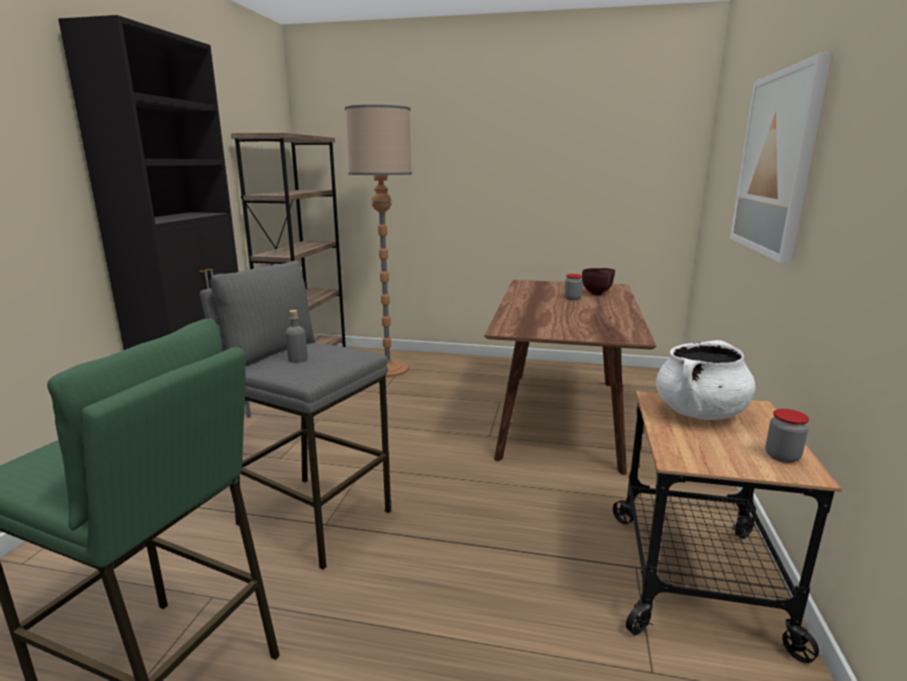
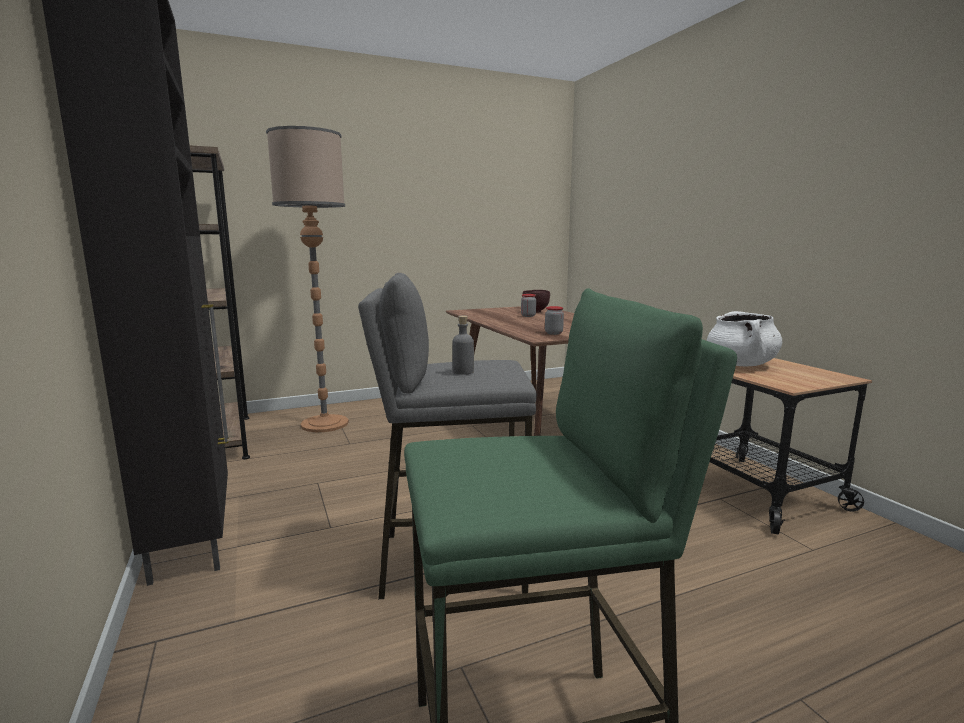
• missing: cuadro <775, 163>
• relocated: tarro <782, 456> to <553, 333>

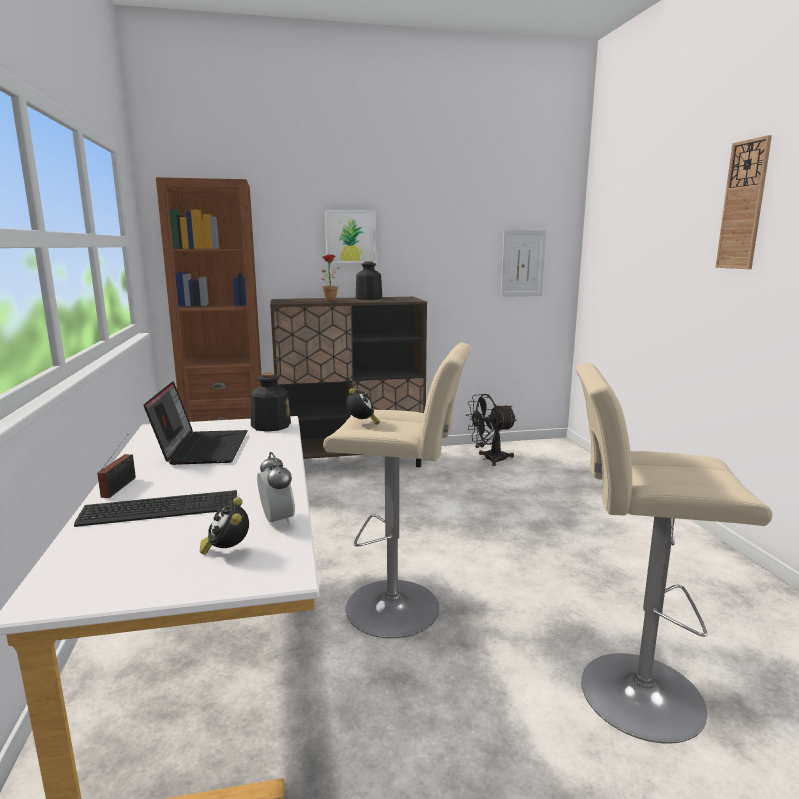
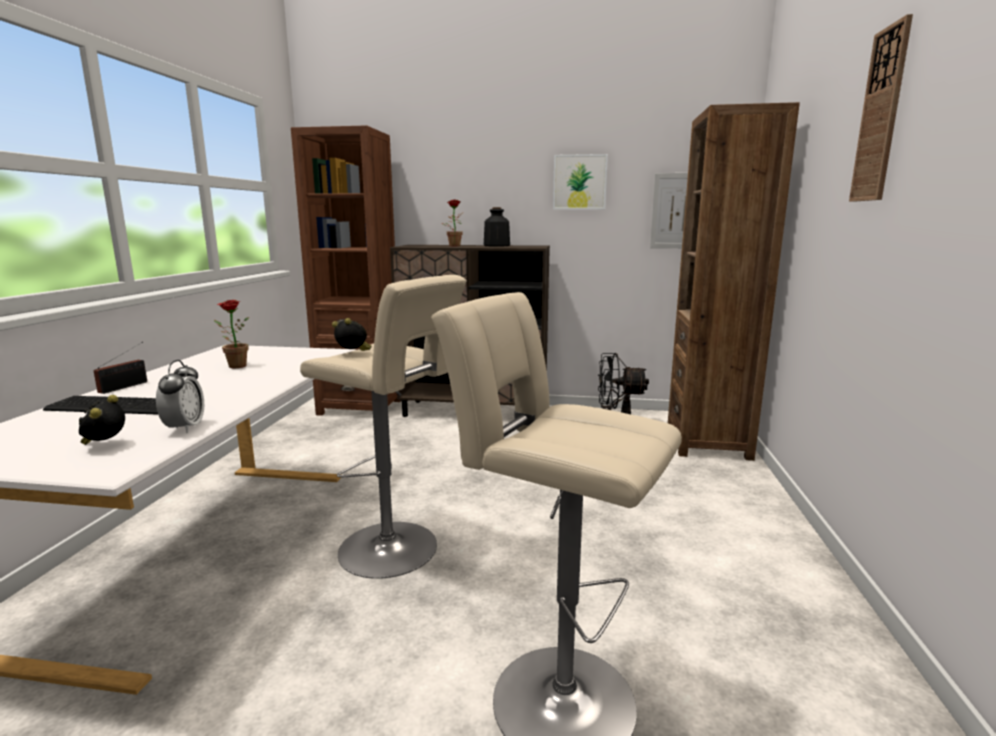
• exchanged: portátil <202, 448> to planta en maceta <234, 366>
• missing: botella <270, 426>
• relocated: cuadro <351, 237> to <579, 182>
• spun: despertador <362, 423> = <353, 353> 90 degrees counterclockwise
• appeared: estantería (marrón) <708, 442>

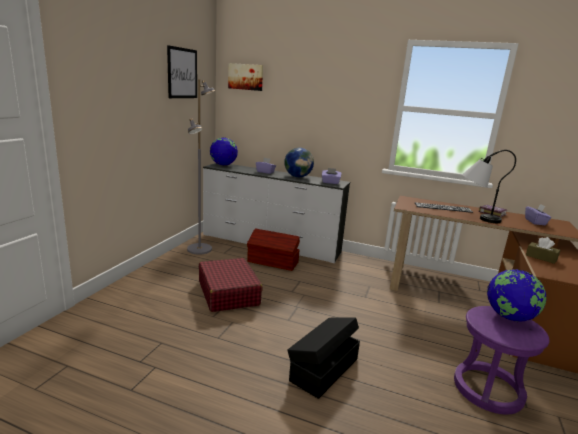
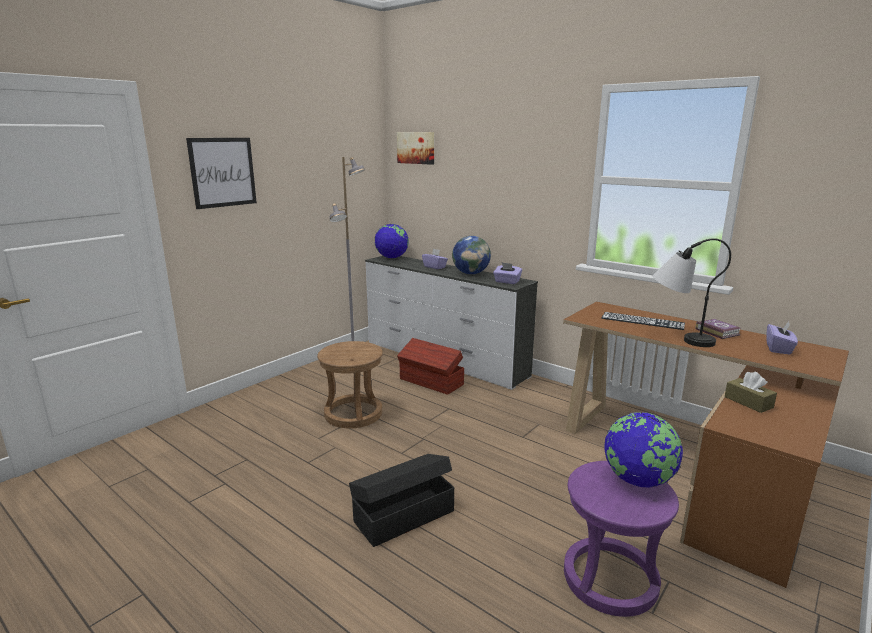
• relocated: cuadro <182, 73> to <223, 172>
• exchanged: maleta (rojo) <228, 293> to taburete (marrón) <353, 413>

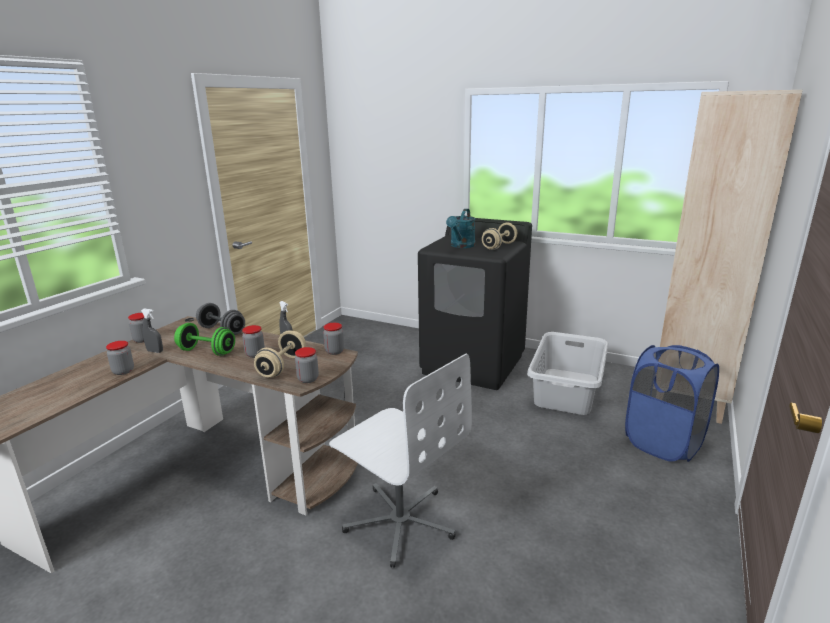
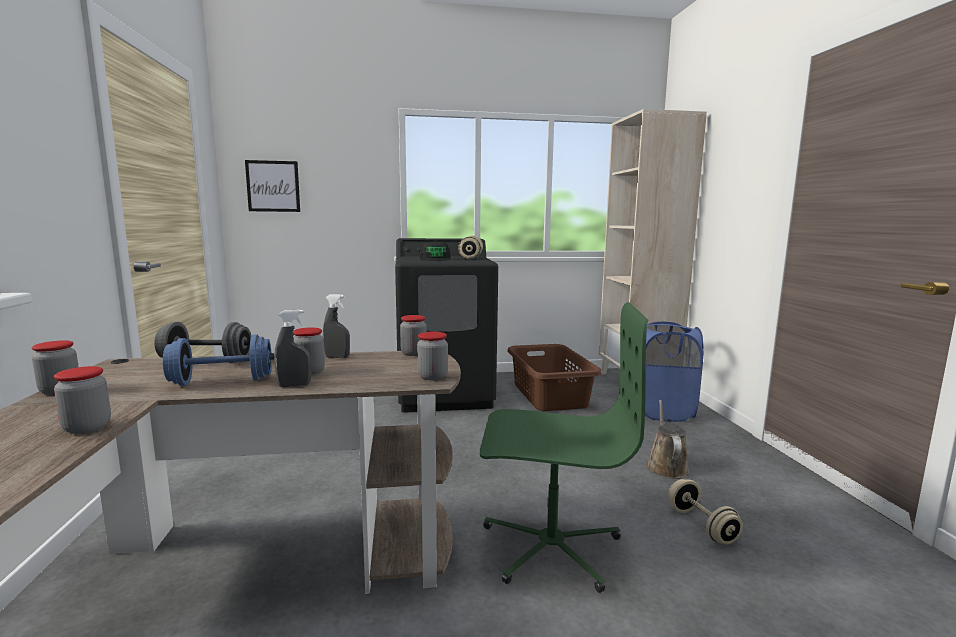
• relocated: pulverizador (gris) <155, 351> to <294, 385>
• colour: mancuerna (verde) <207, 351> to mancuerna (azul) <222, 381>
• relocated: mancuerna (beis) <282, 366> to <701, 526>
• colour: silla de oficina (blanco) <400, 521> to silla de oficina (verde) <550, 545>
• exchanged: regadera (turquesa) <461, 246> to gorra (negro) <435, 259>
• colour: cesto de la ropa (gris) <567, 390> to cesto de la ropa (marrón) <550, 395>
• appeared: cuadro <273, 186>
• appeared: regadera (marrón) <666, 466>

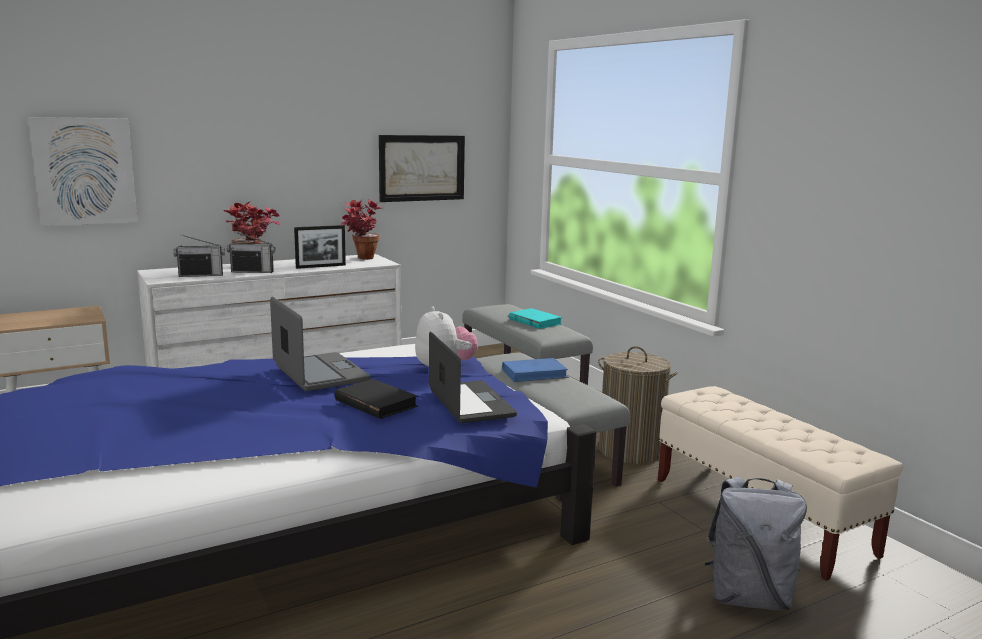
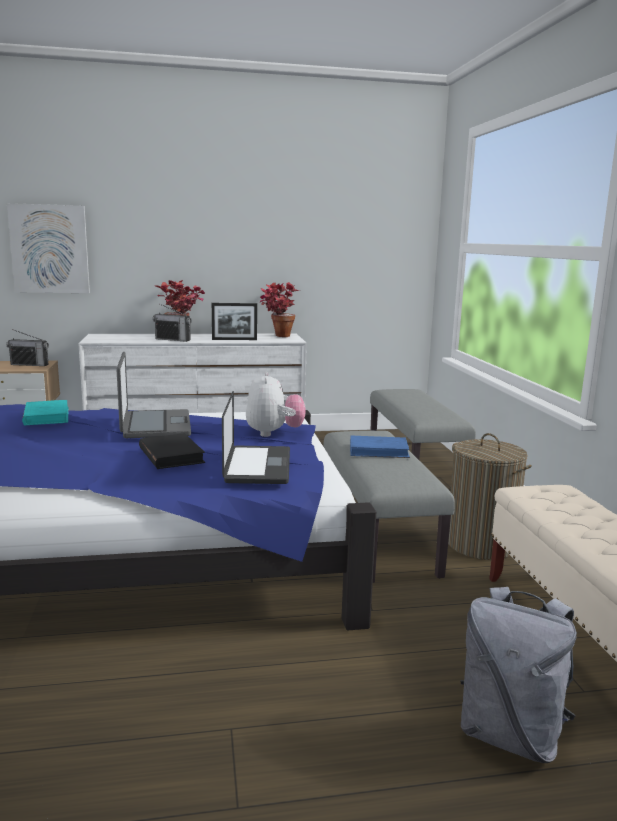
• relocated: radio <201, 275> to <29, 365>
• missing: cuadro <421, 168>
• relocated: libro (turquesa) <535, 321> to <46, 416>

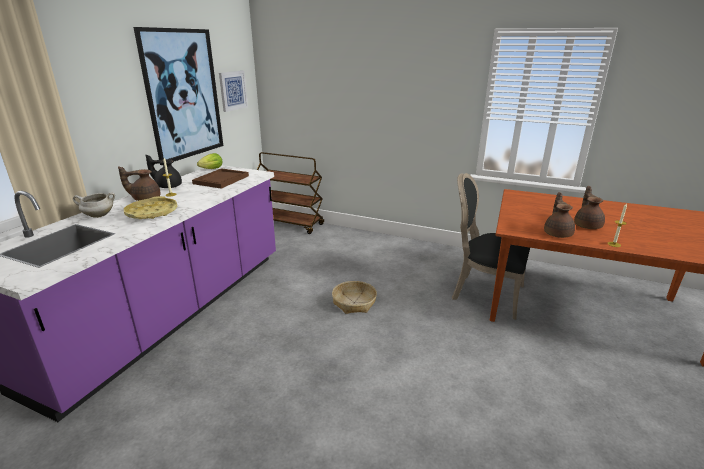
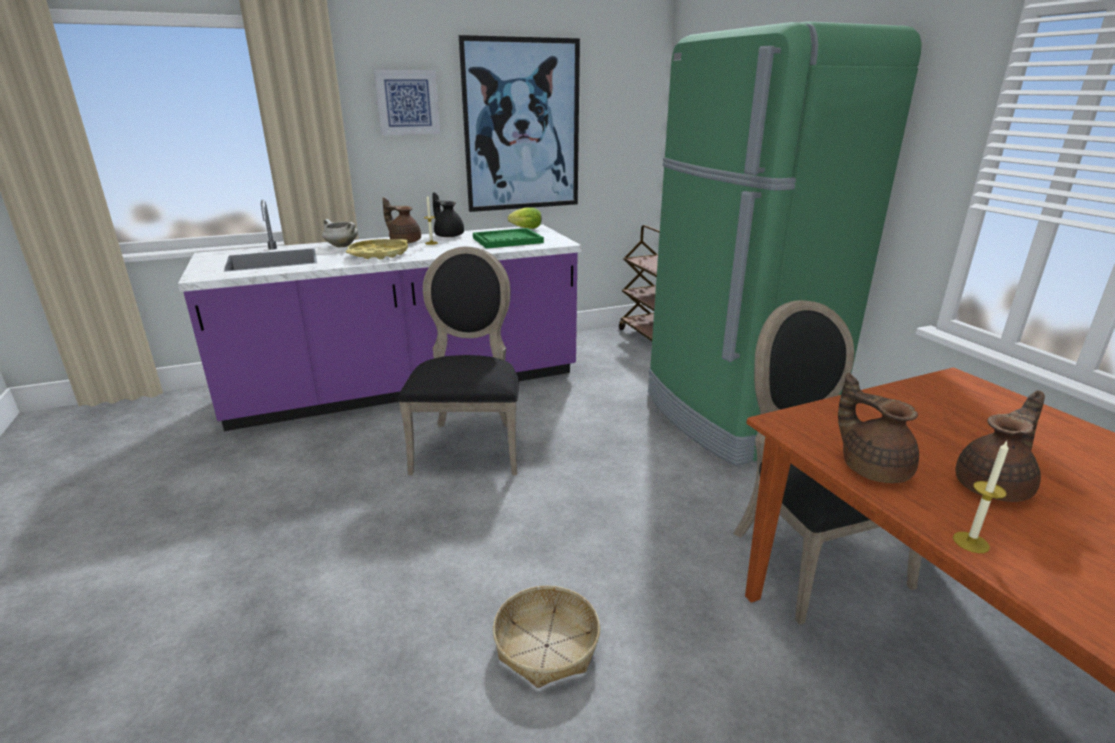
• colour: bandeja (marrón) <221, 180> to bandeja (verde) <507, 240>
• relocated: cuadro <232, 90> to <407, 102>
• relocated: cesta <354, 302> to <546, 645>
• spun: tetera (marrón) <557, 233> = <872, 468> 90 degrees counterclockwise
• appeared: silla (negro) <469, 445>
• appeared: nevera (verde) <732, 417>

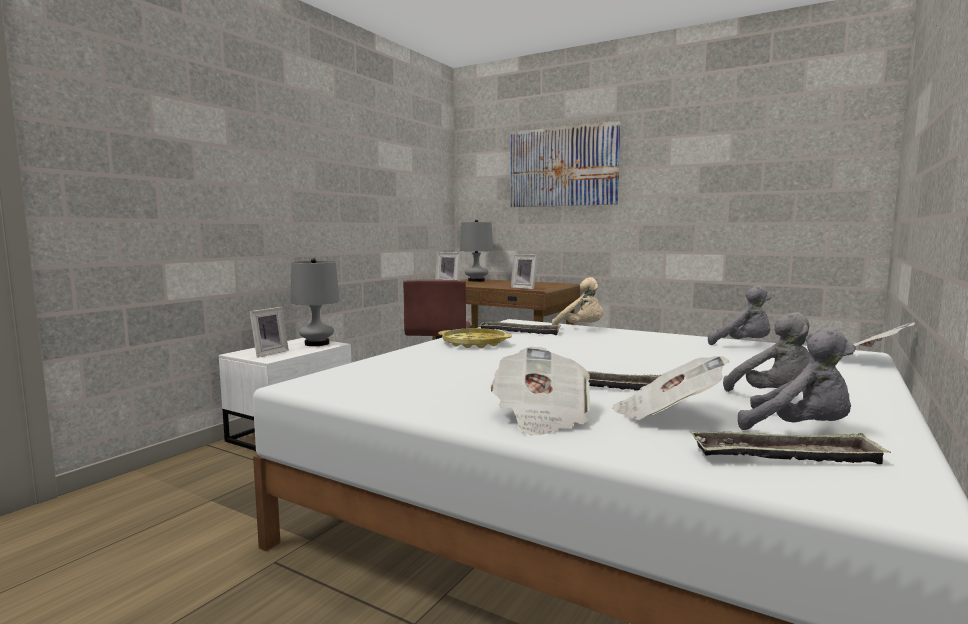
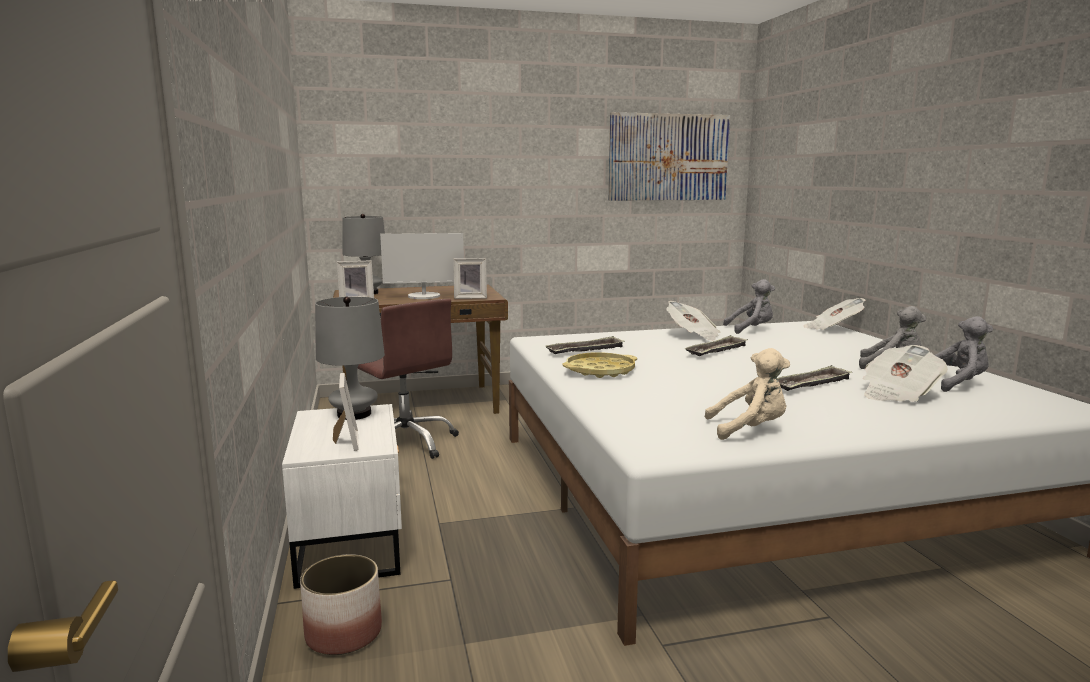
• relocated: periódico <540, 417> to <693, 335>
• relocated: cuadro <562, 167> to <668, 157>
• relocated: peluche (beis) <581, 328> to <749, 429>
• relocated: bandeja <785, 456> to <716, 351>
• appeared: maceta <343, 633>
• appeared: monitor <424, 296>

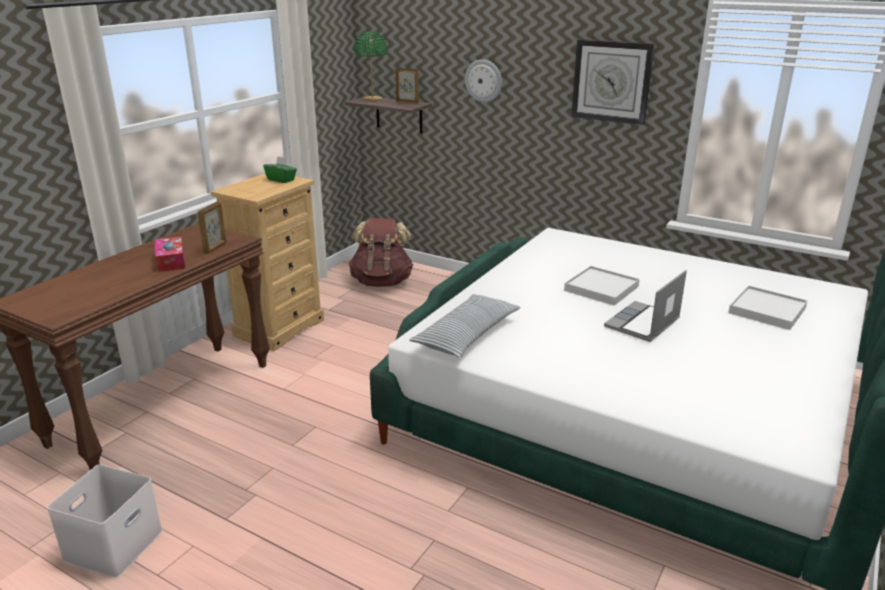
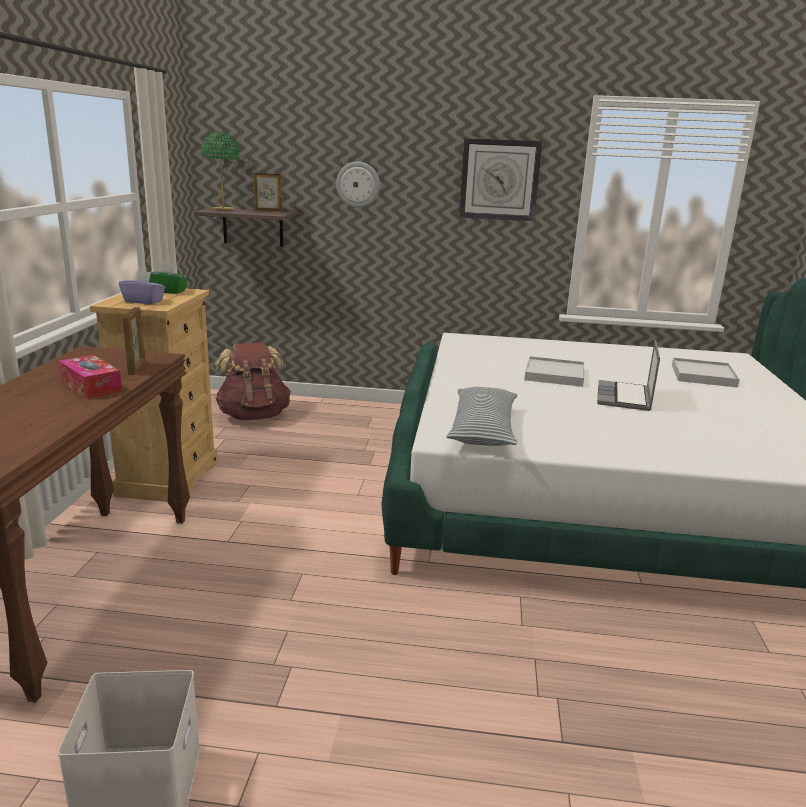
• appeared: caja de pañuelos (morado) <144, 301>

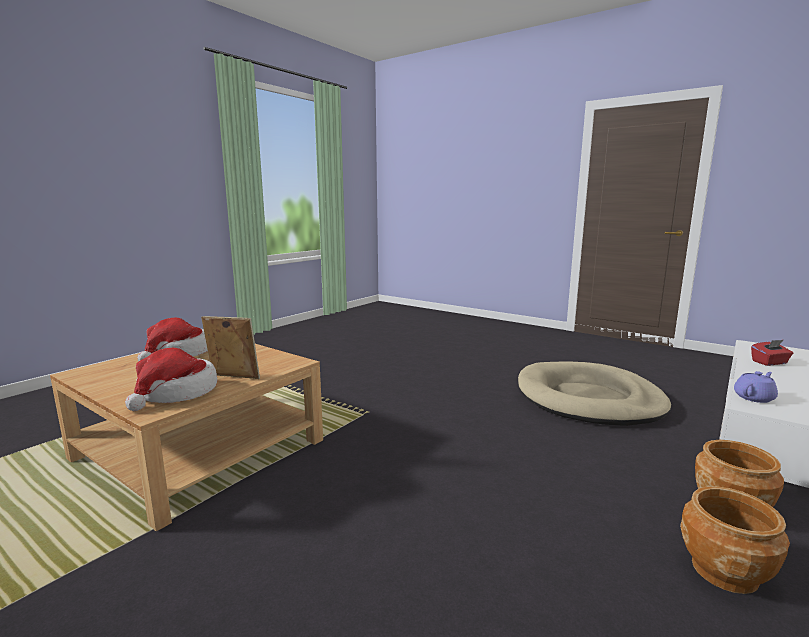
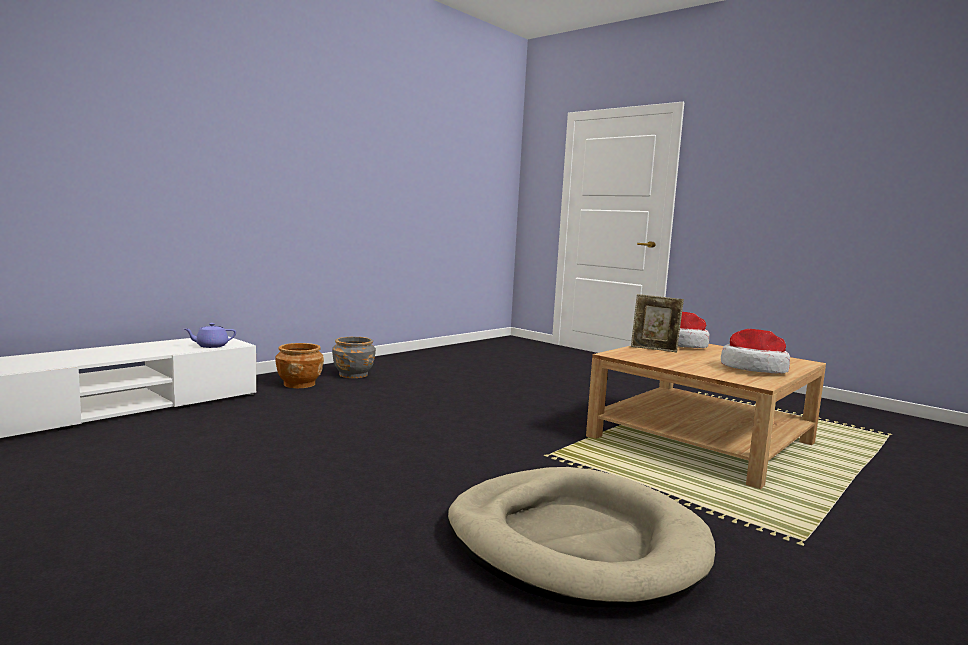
• relocated: cama para perro (beis) <588, 399> to <574, 542>
• colour: maceta (marrón) <725, 571> to maceta (gris) <353, 374>
• missing: caja de pañuelos (rojo) <769, 362>

